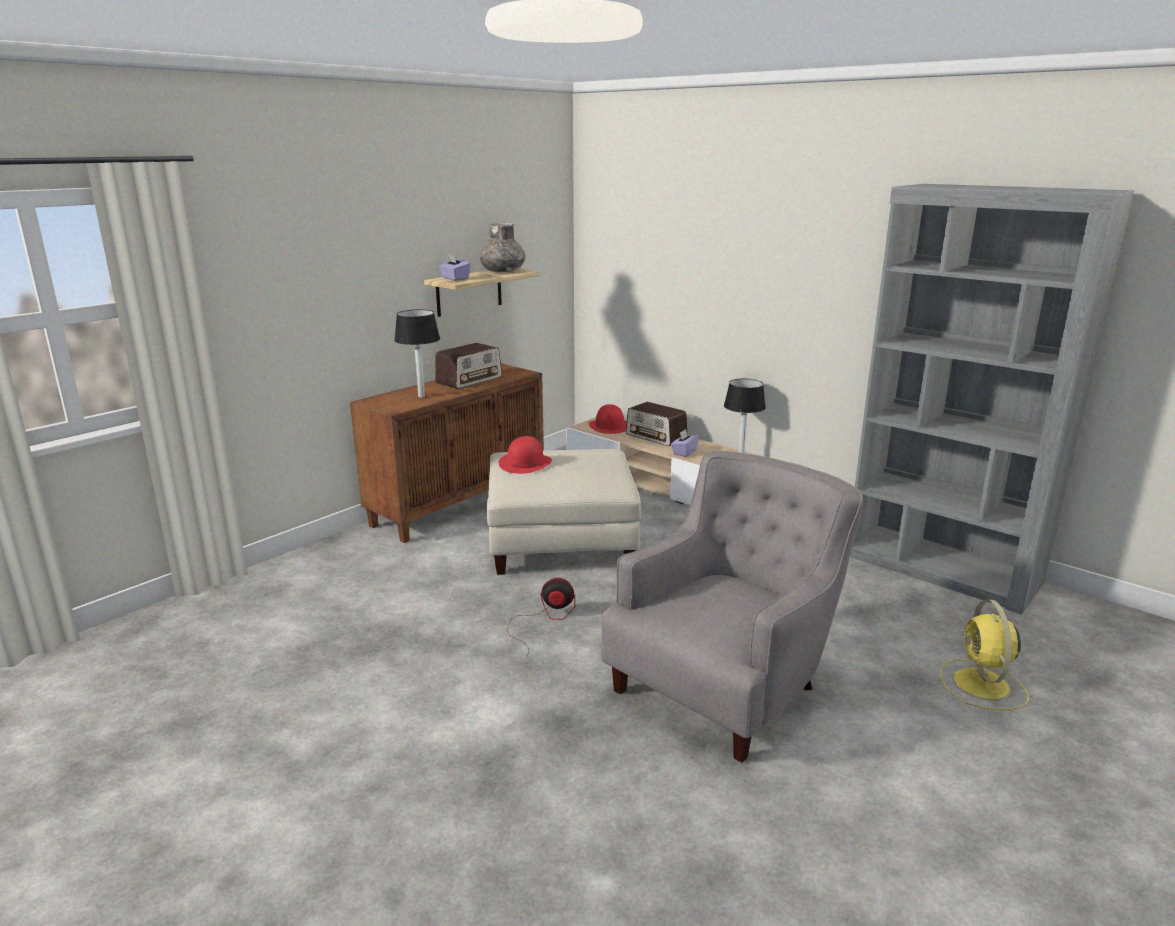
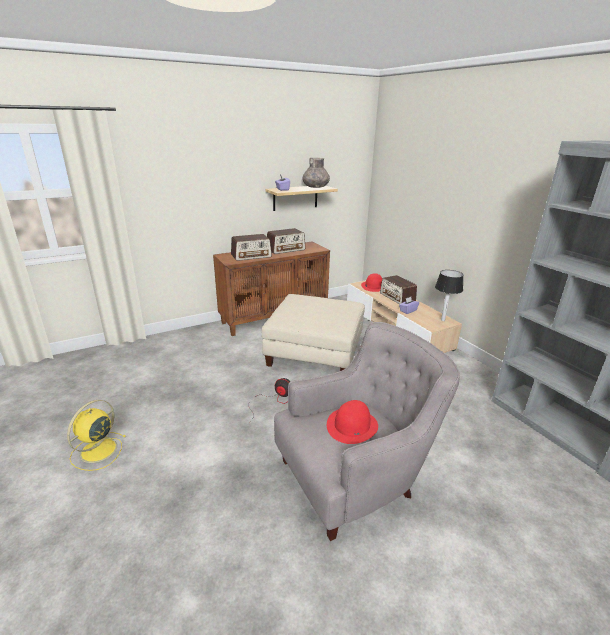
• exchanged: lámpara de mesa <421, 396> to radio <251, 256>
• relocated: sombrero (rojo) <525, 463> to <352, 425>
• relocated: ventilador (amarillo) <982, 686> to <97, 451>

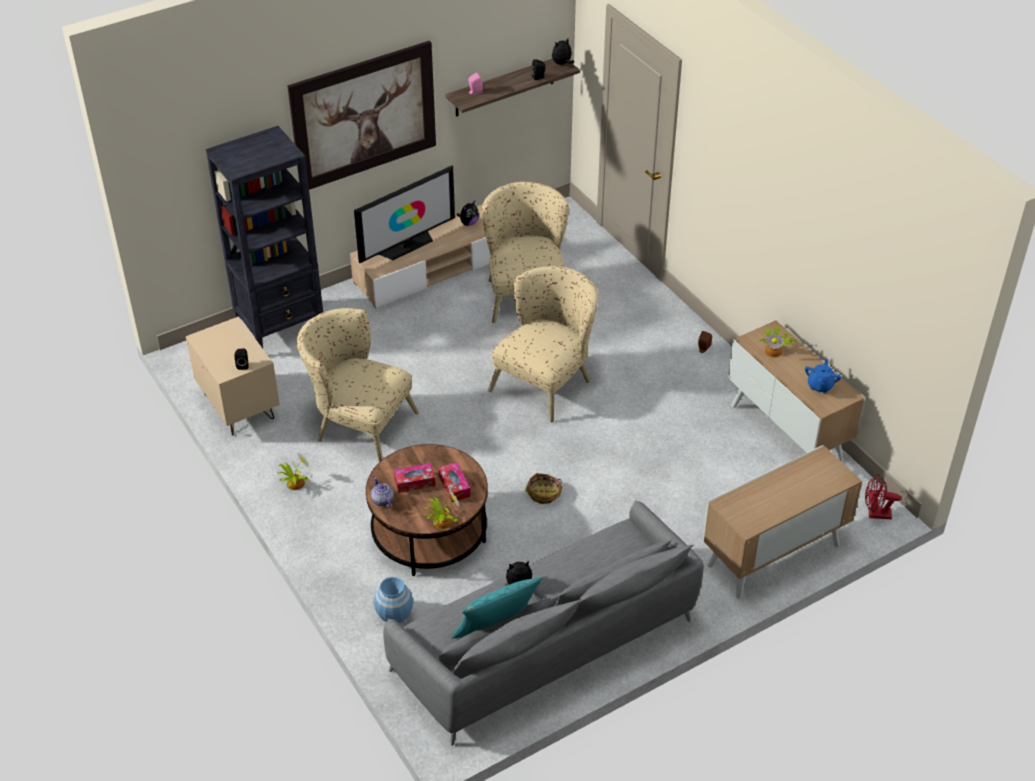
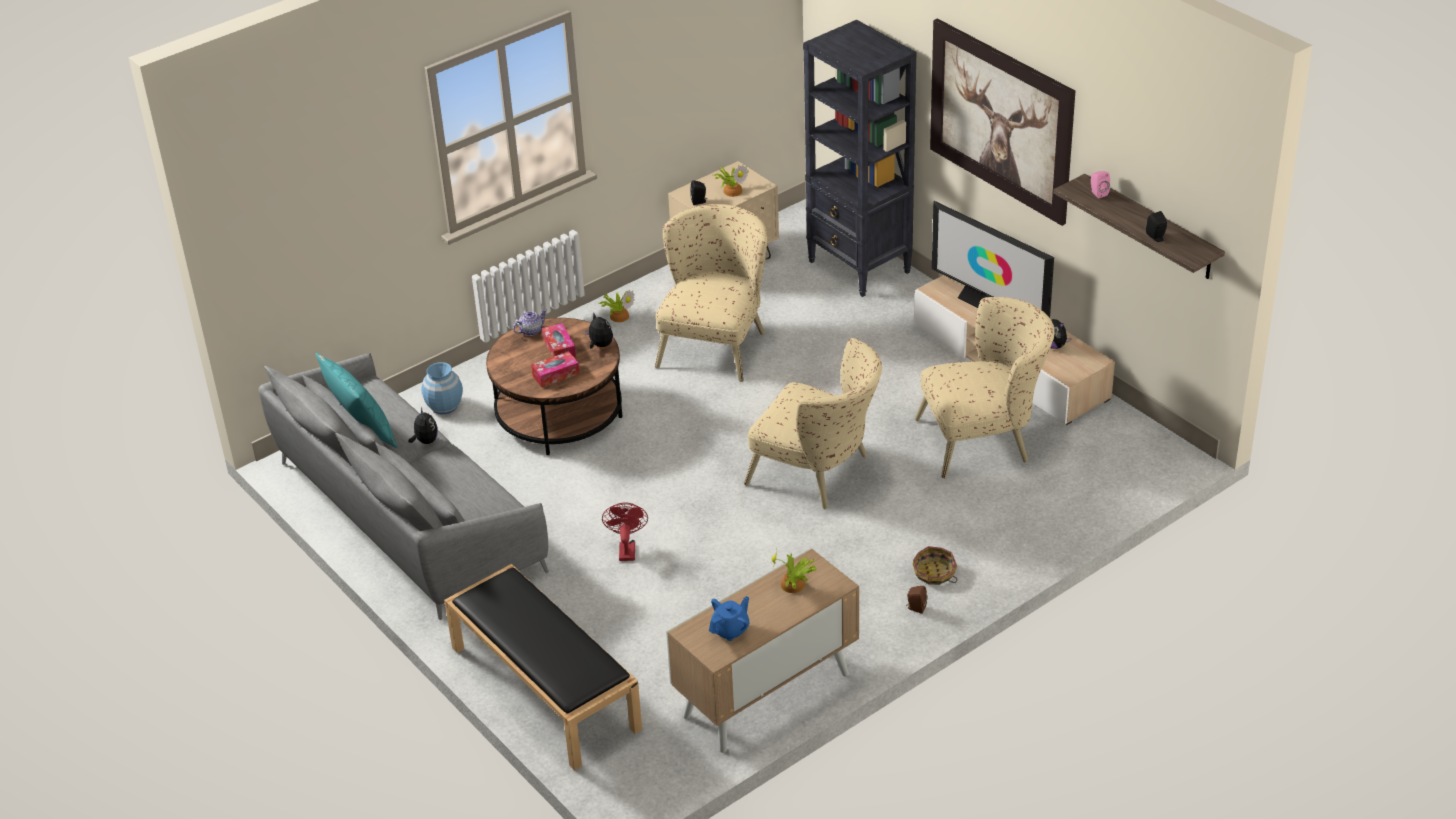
• relocated: planta en maceta <441, 521> to <732, 190>
• relocated: cesta <544, 493> to <934, 573>
• relocated: peluche <562, 64> to <600, 345>
• exchanged: armario <773, 556> to banco (negro) <543, 687>
• spun: tetera (azul) <820, 386> = <730, 630> 60 degrees counterclockwise
• relocated: ventilador (rojo) <875, 514> to <626, 549>

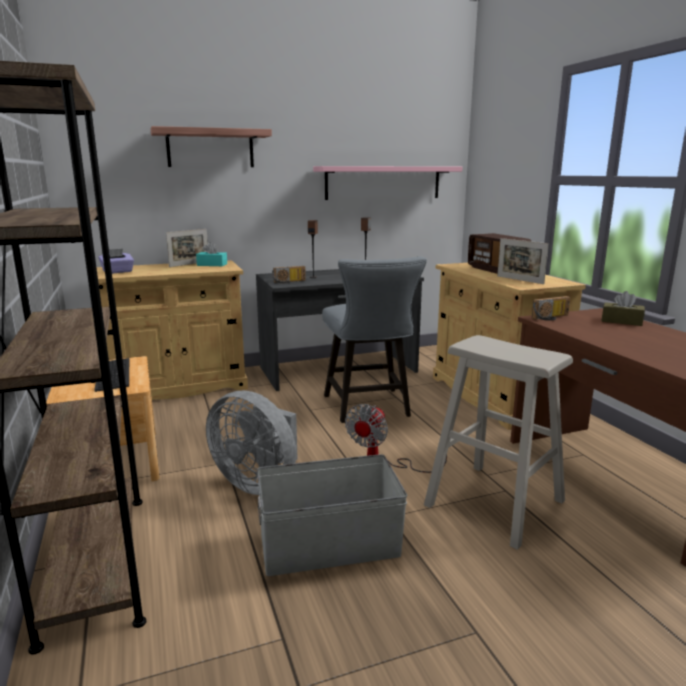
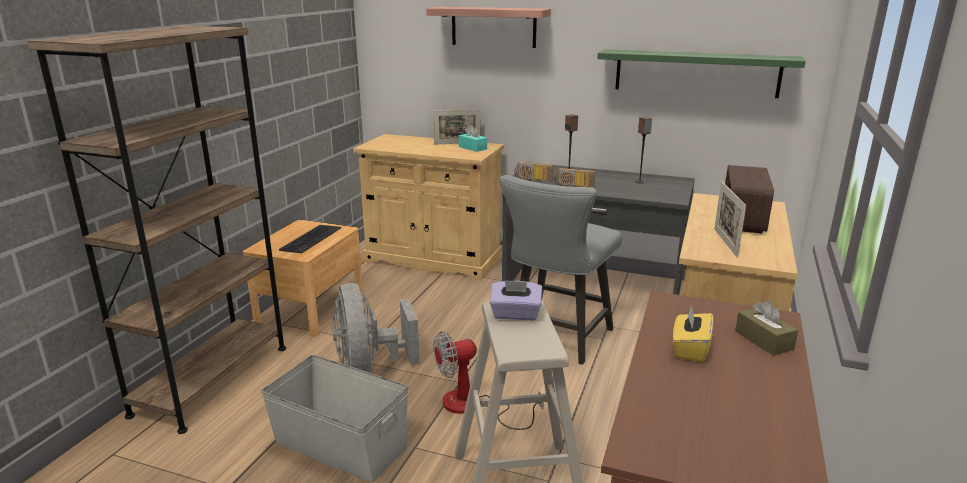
• relocated: caja de pañuelos (morado) <118, 272> to <515, 314>
• colour: estante (rosa) <383, 182> to estante (verde) <696, 73>
• relocated: radio <551, 318> to <573, 186>
• appeared: caja de pañuelos (amarillo) <690, 349>

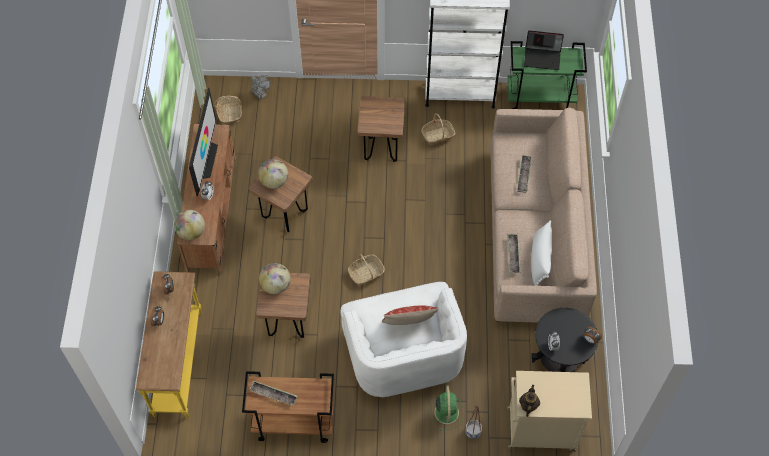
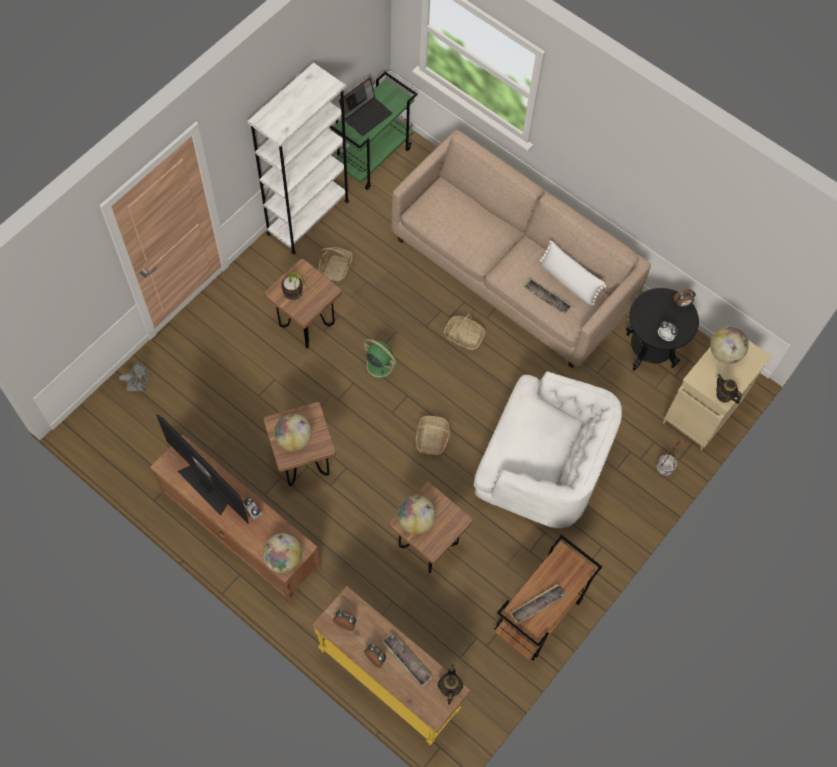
• relocated: cesta <230, 113> to <463, 337>
• missing: cojín <408, 326>
• relocated: ventilador (verde) <446, 411> to <378, 364>
• relocated: bandeja <523, 175> to <407, 660>
• appeared: planta en maceta <297, 301>
• appeared: tetera <449, 688>
• appeared: globo terráqueo <724, 353>

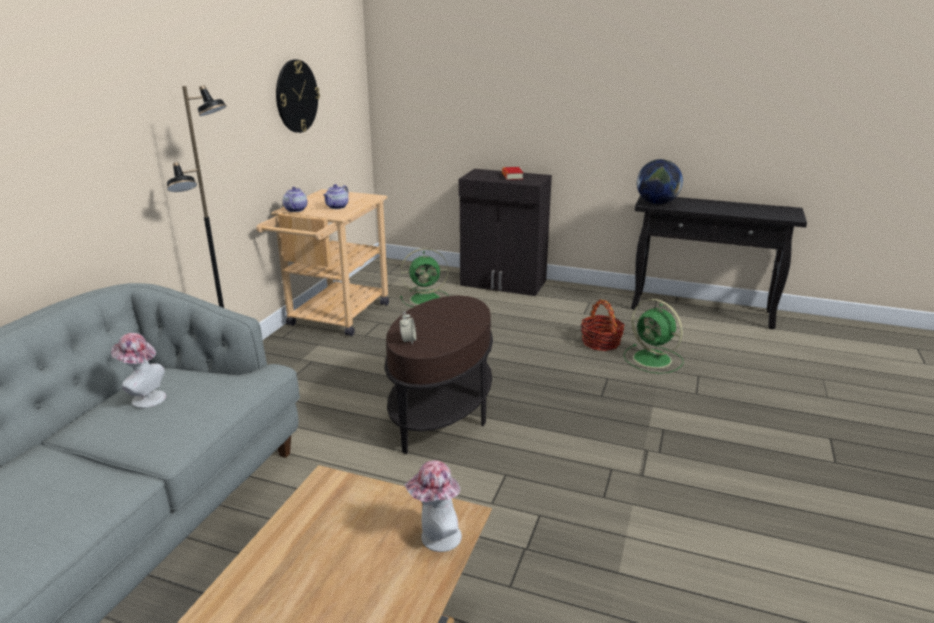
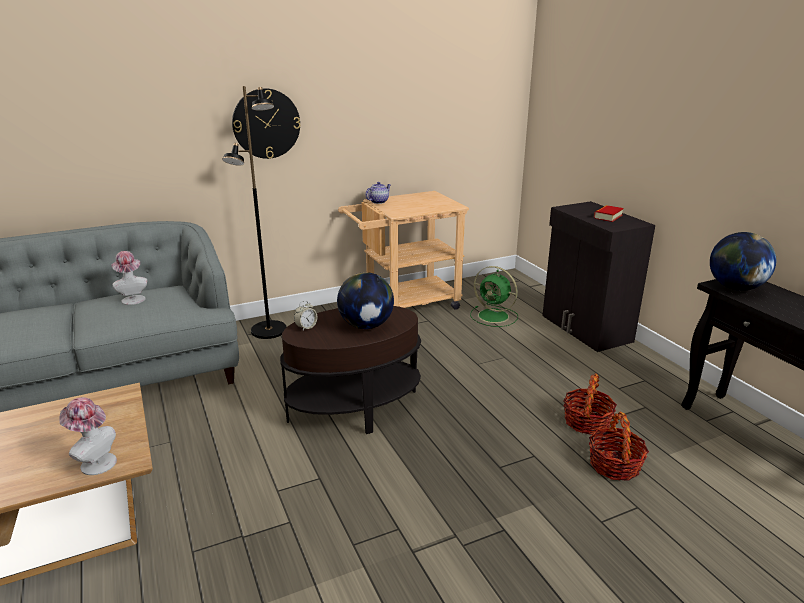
• relocated: reloj de pared <296, 96> to <266, 123>
• missing: tetera <337, 207>
• exchanged: ventilador (verde) <653, 359> to cesta <614, 465>
• appeared: globo terráqueo <366, 326>

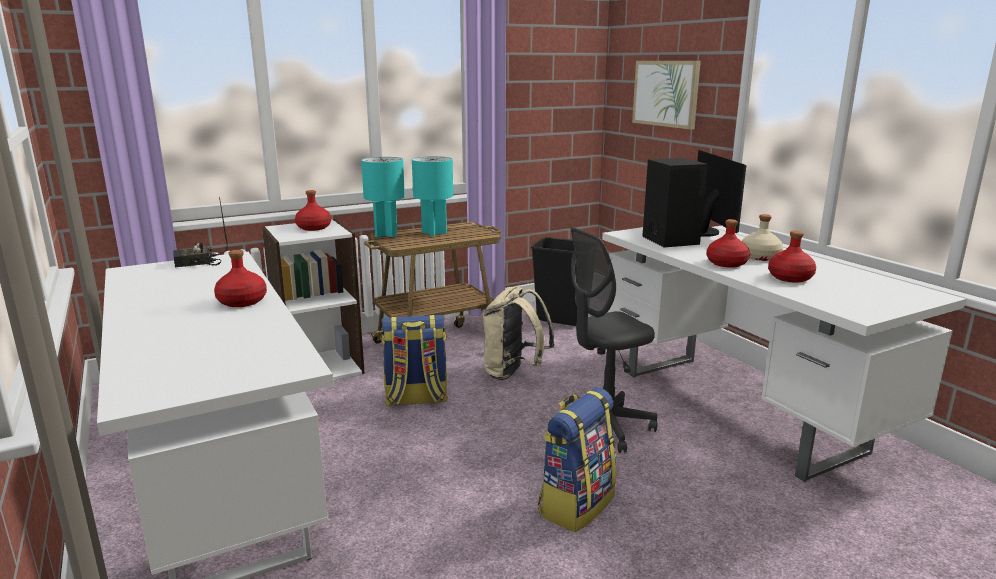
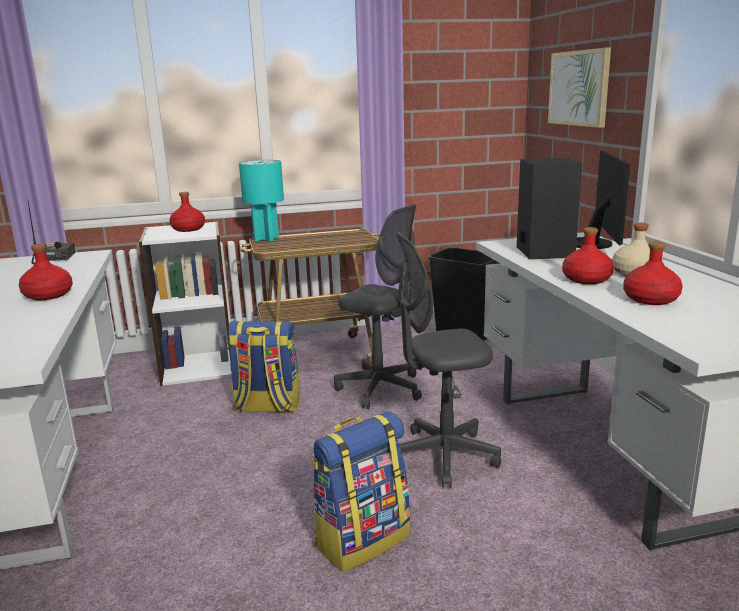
• spun: radio <196, 263> = <54, 258> 90 degrees clockwise
• missing: lámpara de mesa (turquesa) <434, 233>
• exchanged: mochila (beis) <514, 373> to silla de oficina (gris) <380, 389>

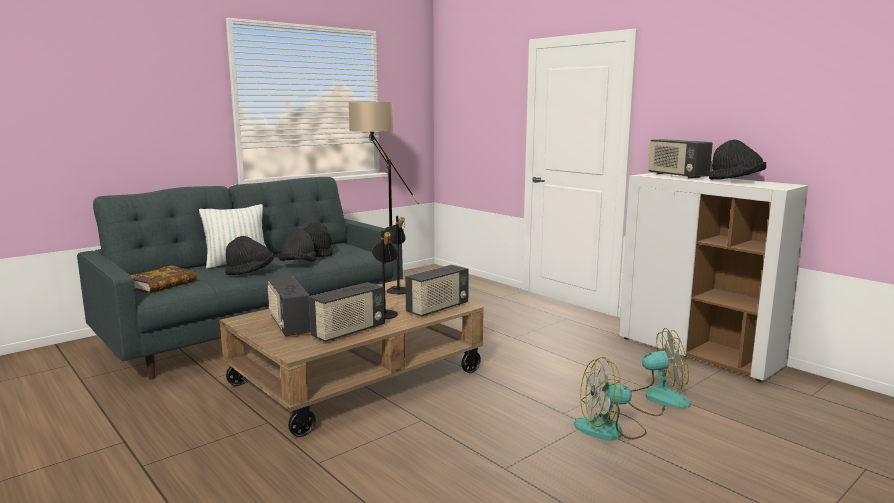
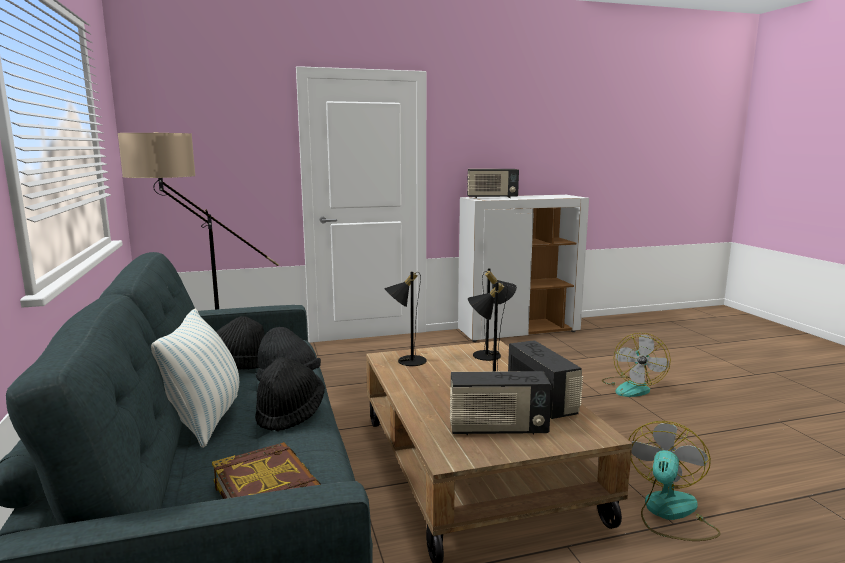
• exchanged: radio <438, 308> to lámpara de mesa (negro) <492, 355>
• relocated: ventilador <656, 399> to <670, 513>
• missing: sombrero (negro) <736, 181>

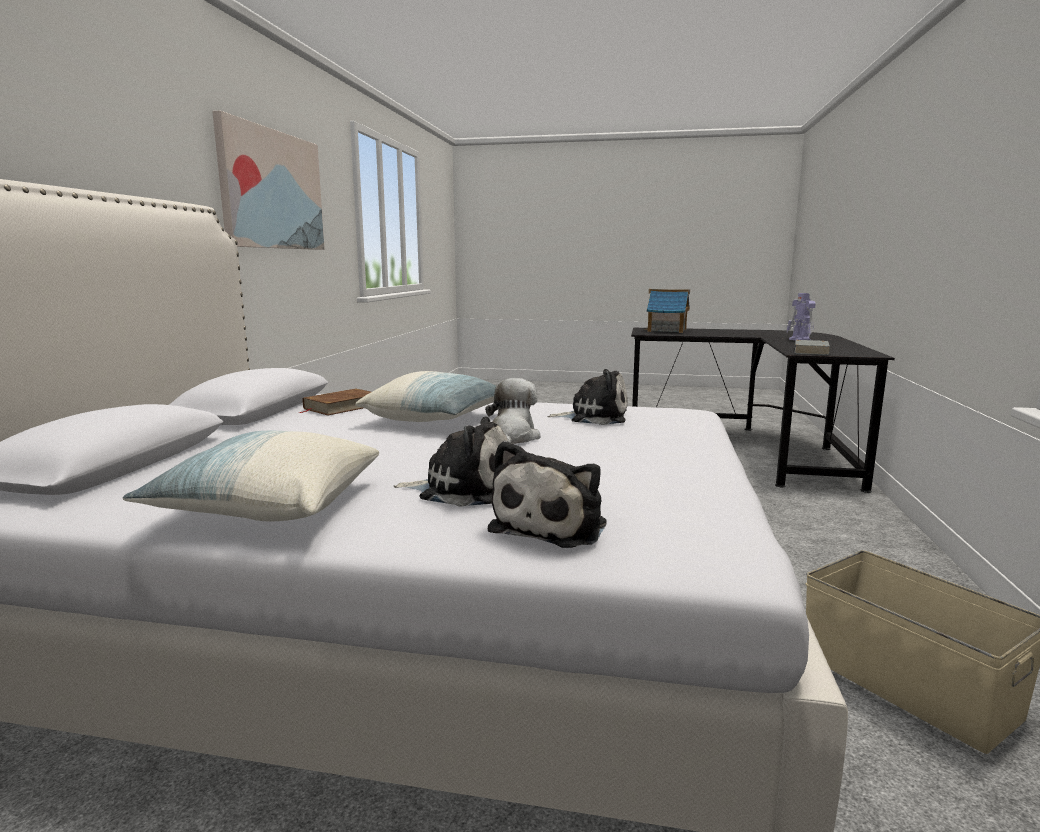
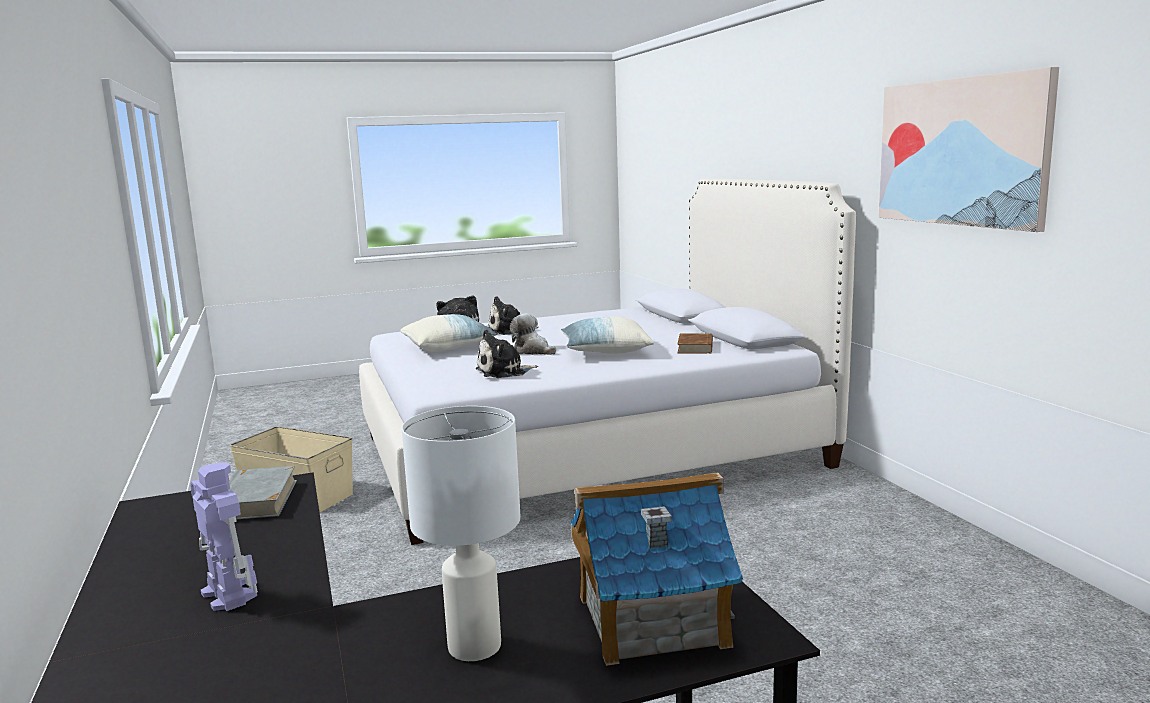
• relocated: cojín <269, 506> to <449, 347>
• spun: peluche <512, 438> = <532, 351> 150 degrees clockwise
• appeared: lámpara de mesa (blanco) <473, 647>

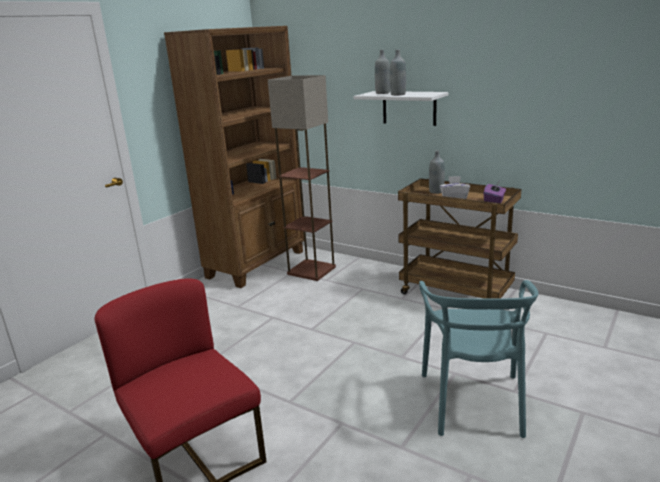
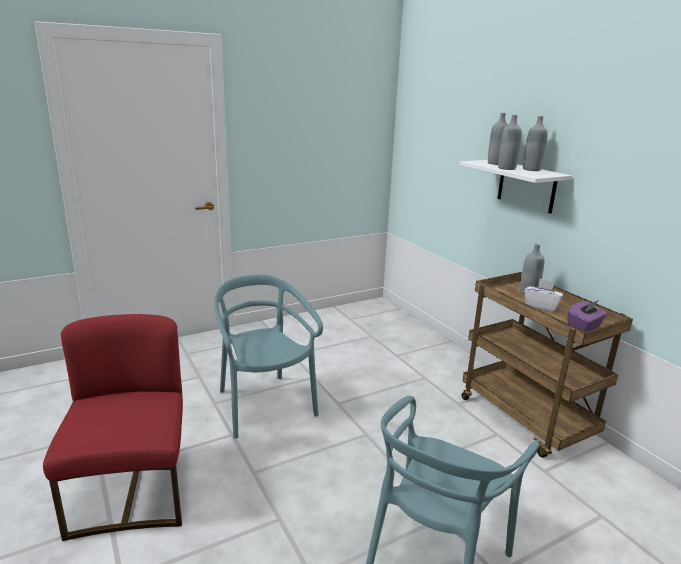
• missing: estantería (marrón) <257, 264>
• missing: lámpara de pie <312, 270>
• appeared: silla (turquesa) <264, 405>
• appeared: botella (gris) <531, 169>

